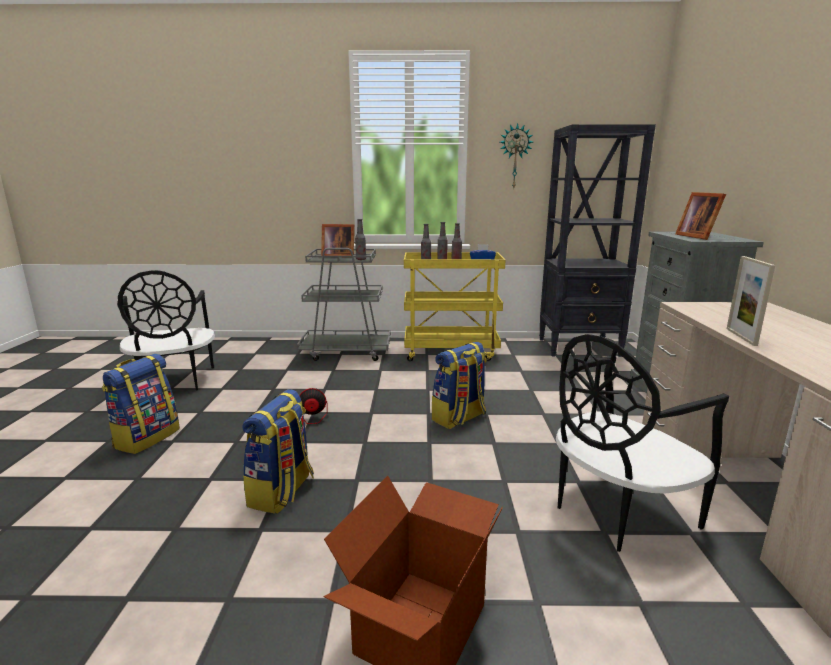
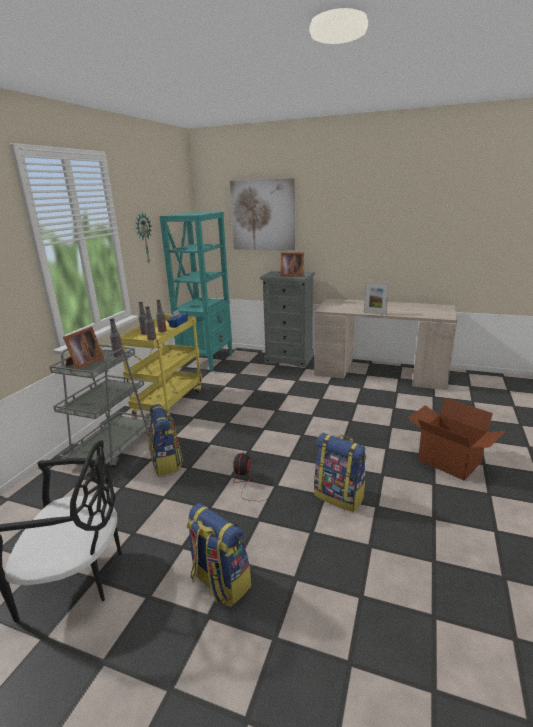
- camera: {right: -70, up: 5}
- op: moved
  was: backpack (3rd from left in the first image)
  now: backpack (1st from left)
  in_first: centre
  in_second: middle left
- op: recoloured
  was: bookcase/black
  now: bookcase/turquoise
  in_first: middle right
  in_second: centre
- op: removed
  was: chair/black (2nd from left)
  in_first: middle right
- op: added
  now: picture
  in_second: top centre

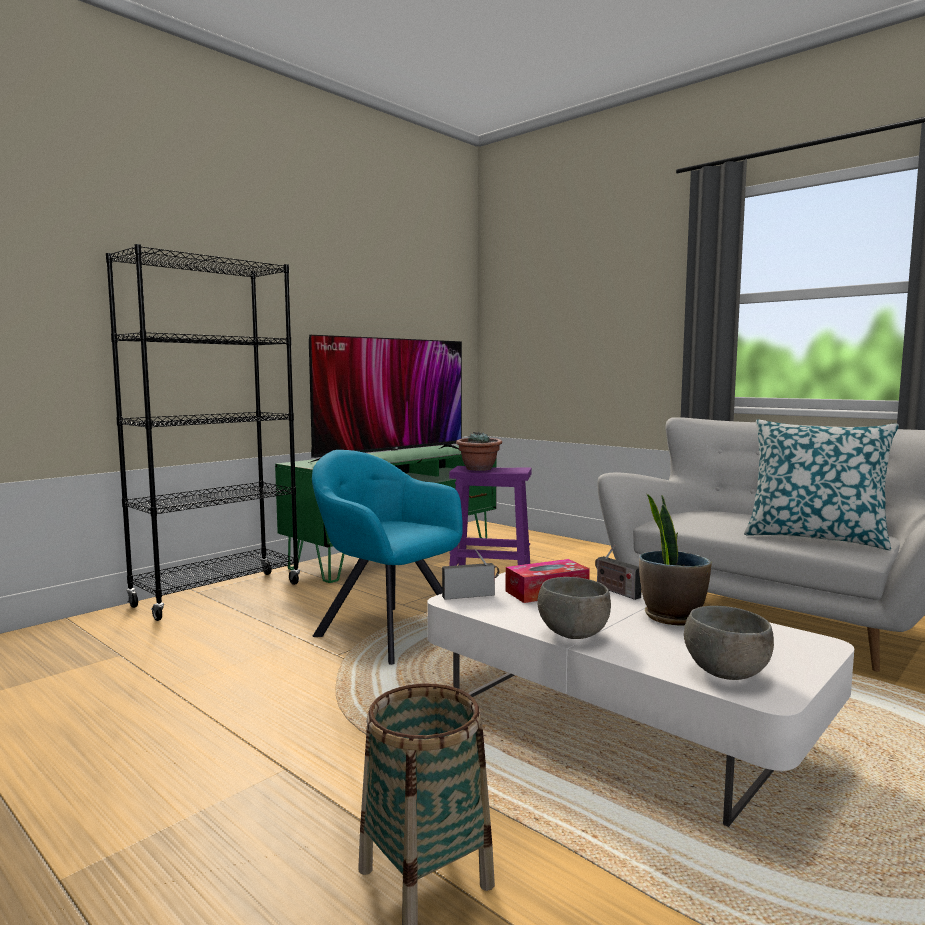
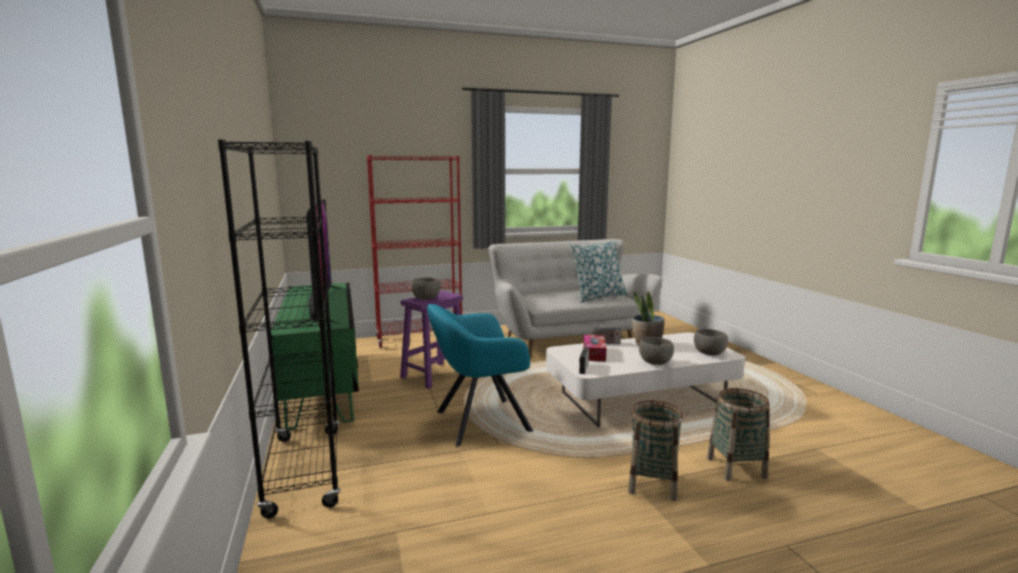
- camera: {right: -60, up: 5}
- op: replaced
  was: potted plant (1st from left)
  now: bowl/grey (1st from left)
  in_first: centre
  in_second: centre
- op: added
  now: bookcase/red
  in_second: centre
- op: added
  now: basket (1st from left)
  in_second: bottom centre

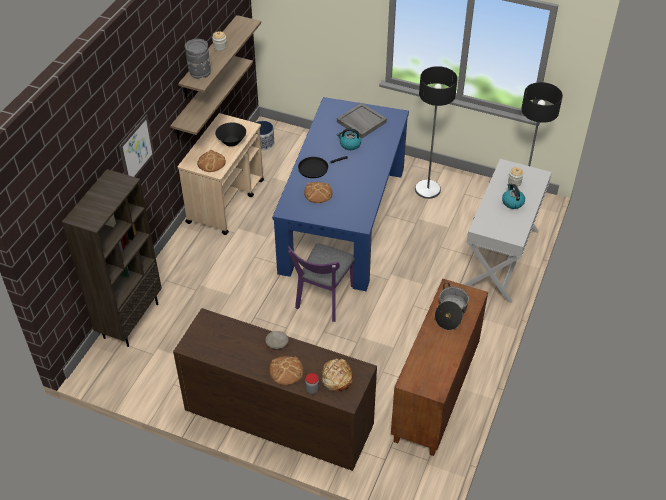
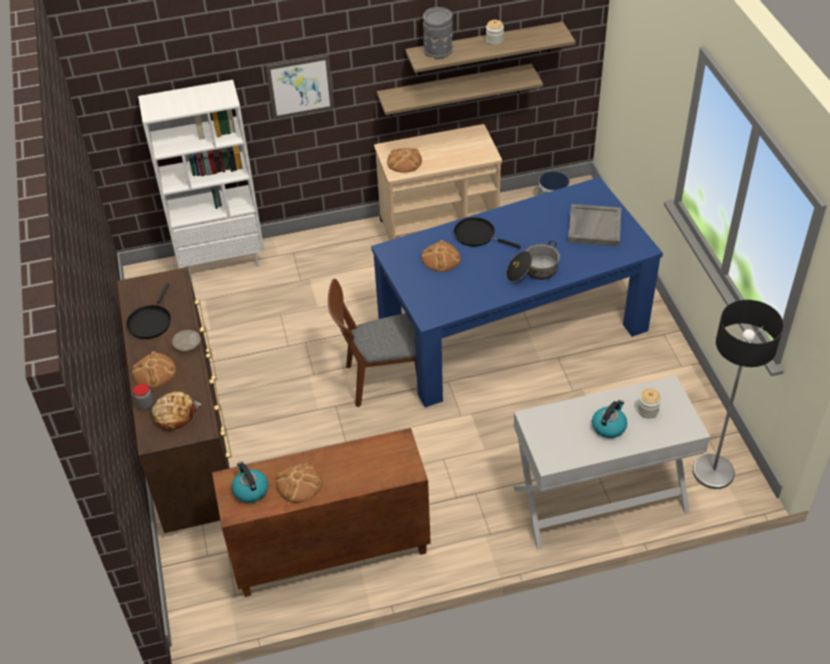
- camera: {right: 55, up: 0}
- op: recoloured
  was: bookcase/brown
  now: bookcase/white
  in_first: middle left
  in_second: top left
- op: removed
  was: bowl/black
  in_first: top centre
- op: recoloured
  was: chair/purple
  now: chair/brown
  in_first: centre
  in_second: centre
- op: moved
  was: kettle (1st from left)
  in_first: top centre
  in_second: bottom left
- op: removed
  was: floor lamp (1st from left)
  in_first: top centre
- op: moved
  was: cooking pot
  in_first: middle right
  in_second: centre
- op: added
  now: frying pan/black (1st from left)
  in_second: middle left
- op: added
  now: bread (3rd from left)
  in_second: bottom centre

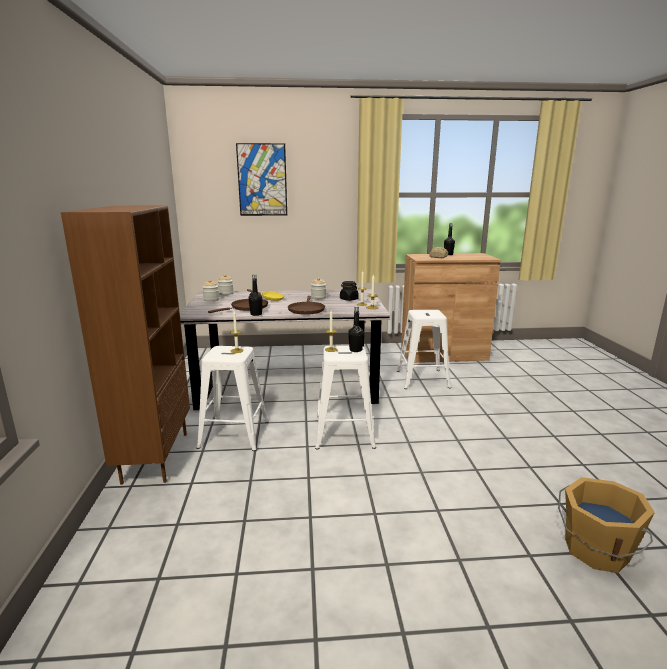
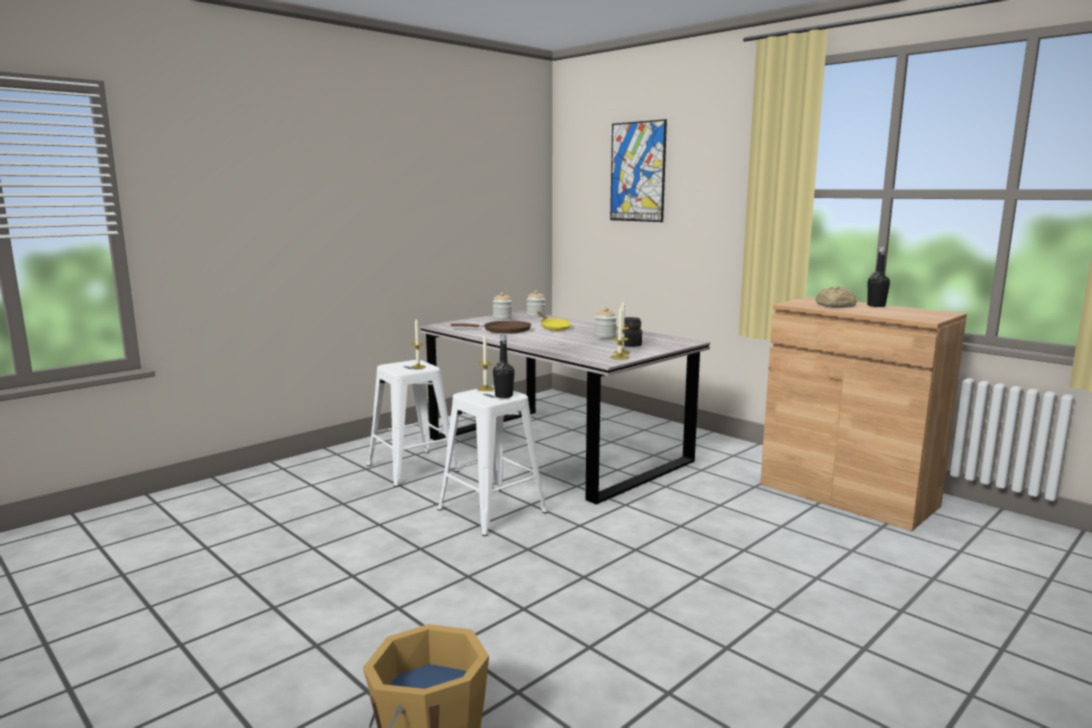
- camera: {right: 50, up: -5}
- op: removed
  was: bookcase/brown
  in_first: middle left
- op: removed
  was: bottle/black (1st from left)
  in_first: centre
- op: removed
  was: frying pan/brown (2nd from left)
  in_first: centre
- op: removed
  was: stool/white (3rd from left)
  in_first: centre

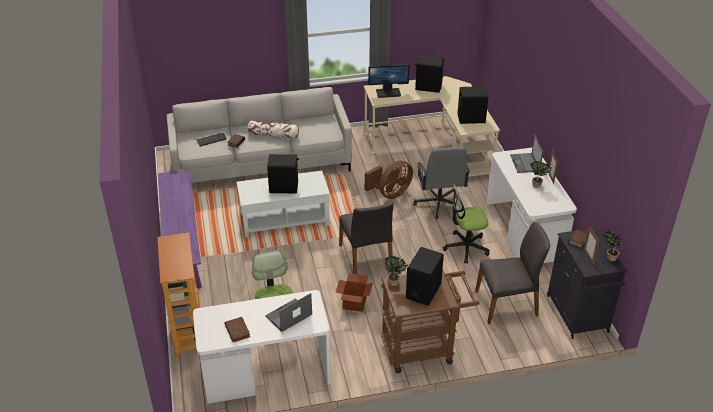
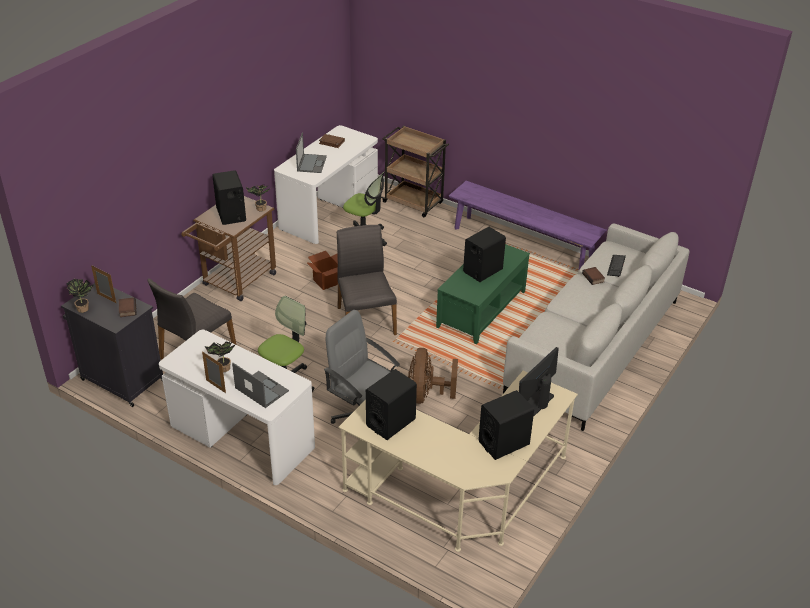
- camera: {right: 135, up: 0}
- op: replaced
  was: bookcase
  now: cart/brown (2nd from left)
  in_first: bottom left
  in_second: top centre
- op: recoloured
  was: coffee table/white
  now: coffee table/green
  in_first: centre
  in_second: centre
- op: removed
  was: pillow
  in_first: top centre
- op: turned
  was: chair/grey (1st from left in the first image)
  in_first: centre
  in_second: centre
  clockwise: 45

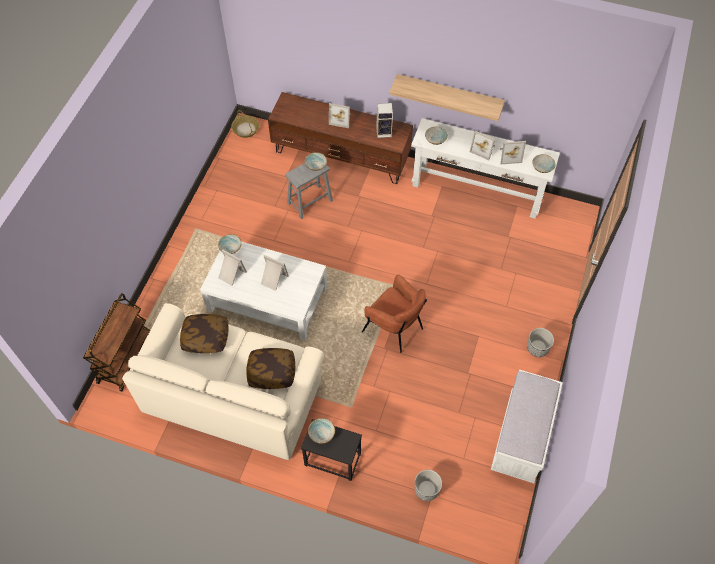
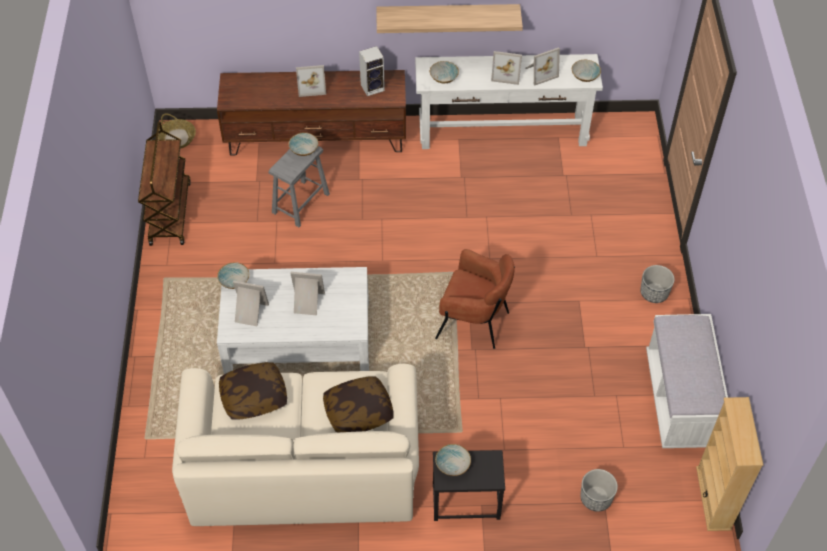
- camera: {right: -20, up: -5}
- op: moved
  was: cart/brown
  in_first: middle left
  in_second: top left
- op: added
  now: bookcase/beige
  in_second: bottom right

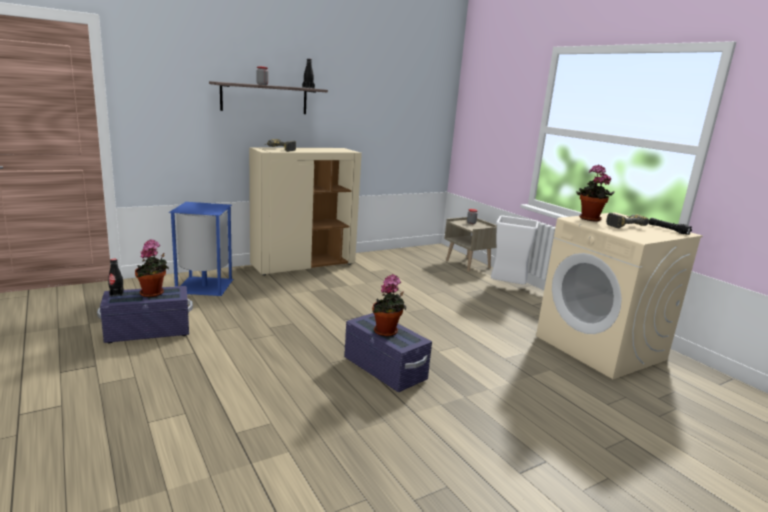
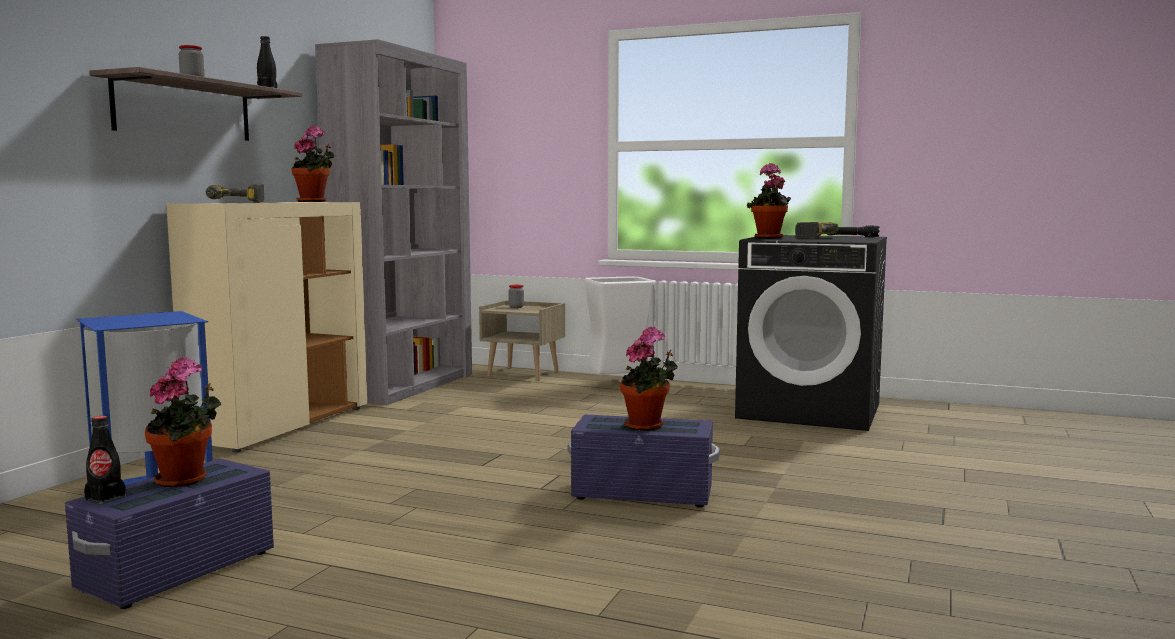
- camera: {right: -35, up: -10}
- op: recoloured
  was: washing machine/beige
  now: washing machine/black
  in_first: middle right
  in_second: middle right
- op: added
  now: potted plant (2nd from left)
  in_second: top left
- op: added
  now: bookcase/grey
  in_second: centre

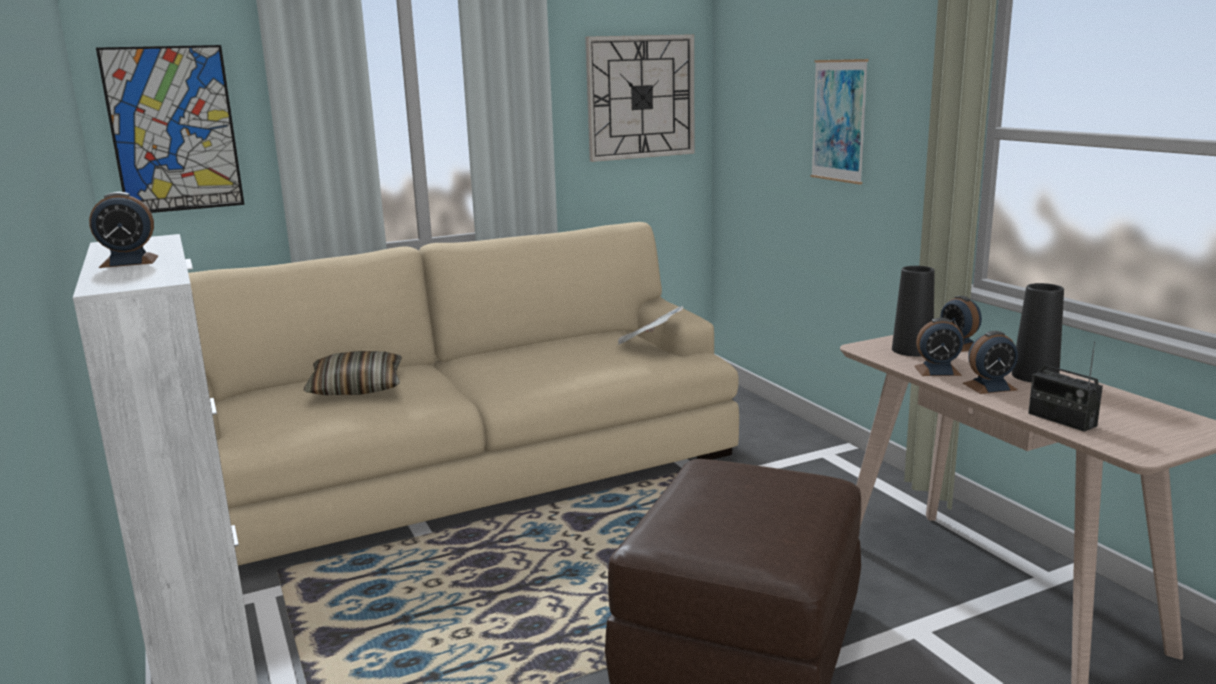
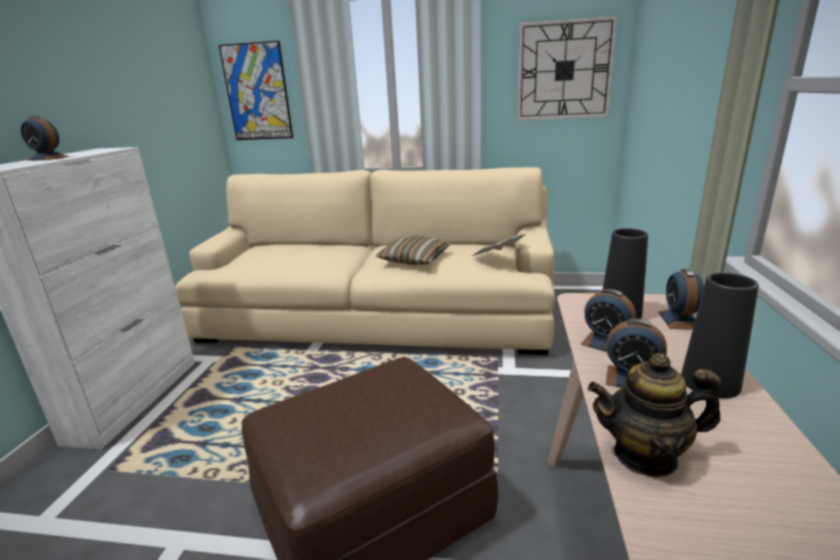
- camera: {right: 35, up: 5}
- op: moved
  was: pillow
  in_first: middle left
  in_second: centre
- op: removed
  was: picture (2nd from left)
  in_first: top right
- op: replaced
  was: radio
  now: teapot
  in_first: middle right
  in_second: bottom right

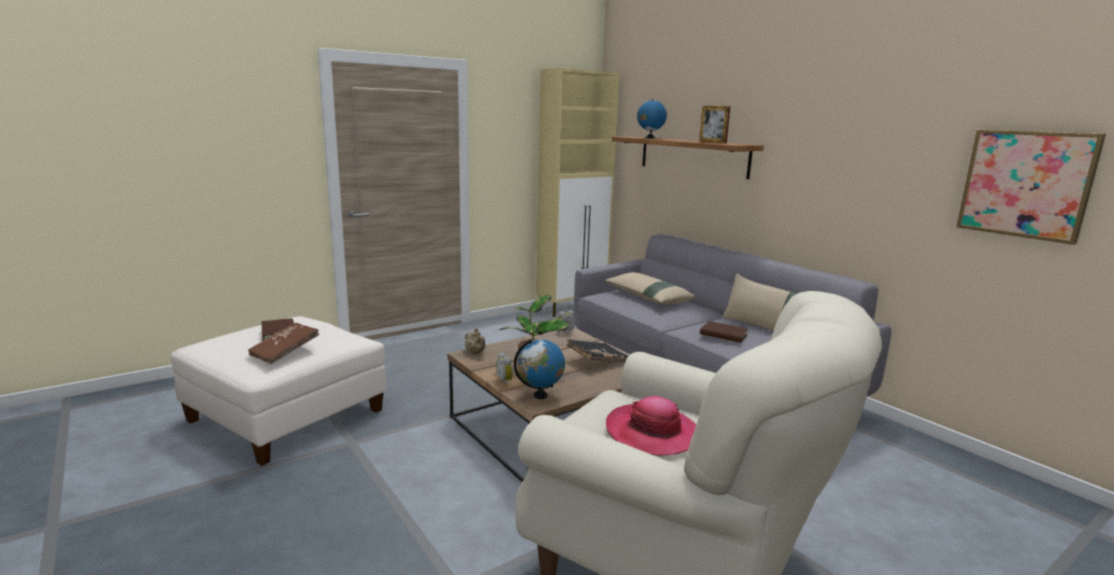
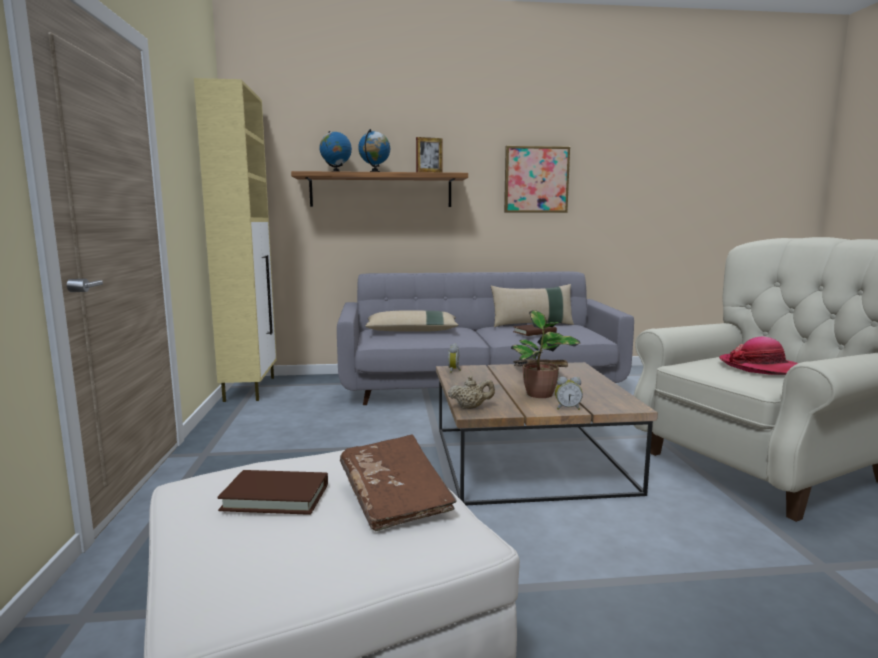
- camera: {right: -60, up: -5}
- op: moved
  was: globe (1st from left in the first image)
  now: globe (2nd from left)
  in_first: centre
  in_second: top centre
- op: moved
  was: picture
  in_first: top right
  in_second: top centre

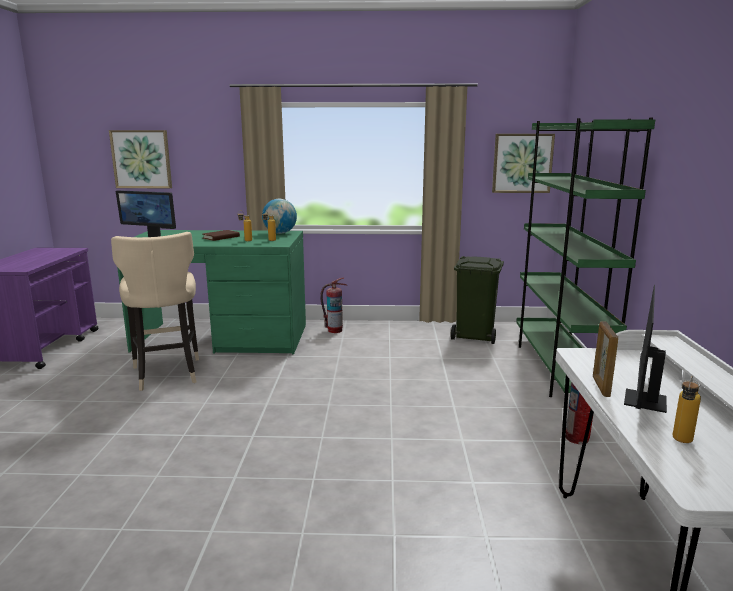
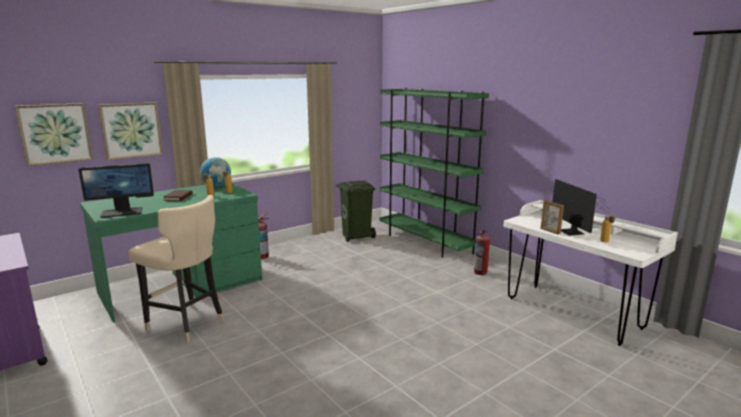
- camera: {right: -40, up: 0}
- op: moved
  was: picture (2nd from left)
  in_first: top right
  in_second: top left

